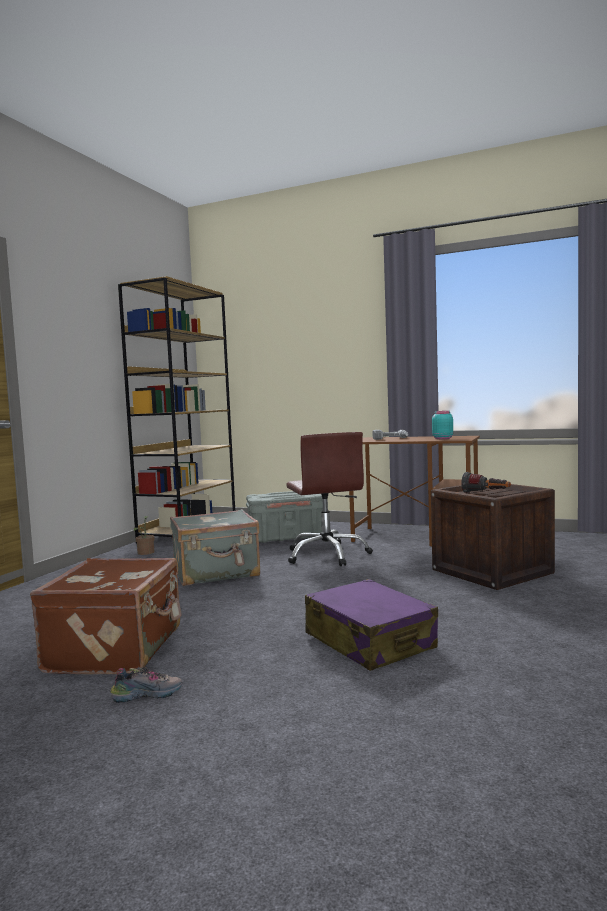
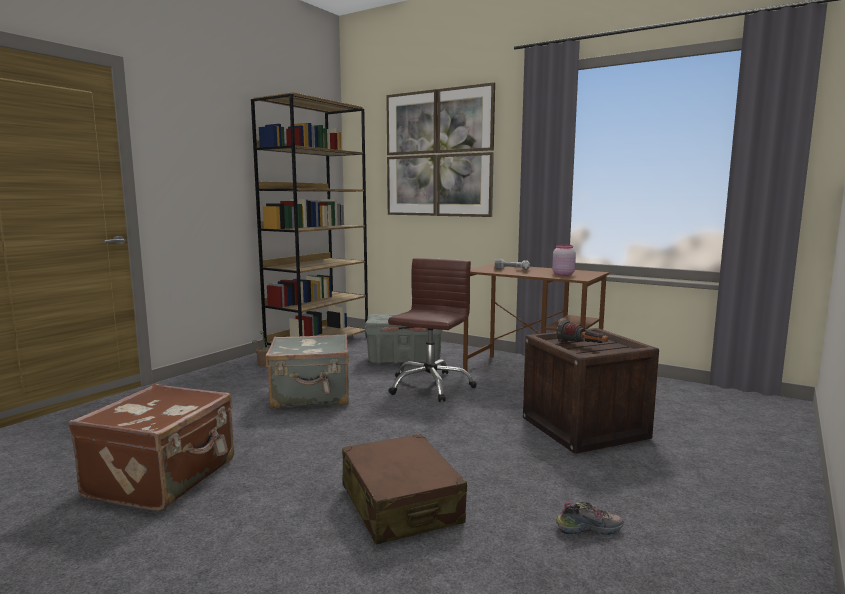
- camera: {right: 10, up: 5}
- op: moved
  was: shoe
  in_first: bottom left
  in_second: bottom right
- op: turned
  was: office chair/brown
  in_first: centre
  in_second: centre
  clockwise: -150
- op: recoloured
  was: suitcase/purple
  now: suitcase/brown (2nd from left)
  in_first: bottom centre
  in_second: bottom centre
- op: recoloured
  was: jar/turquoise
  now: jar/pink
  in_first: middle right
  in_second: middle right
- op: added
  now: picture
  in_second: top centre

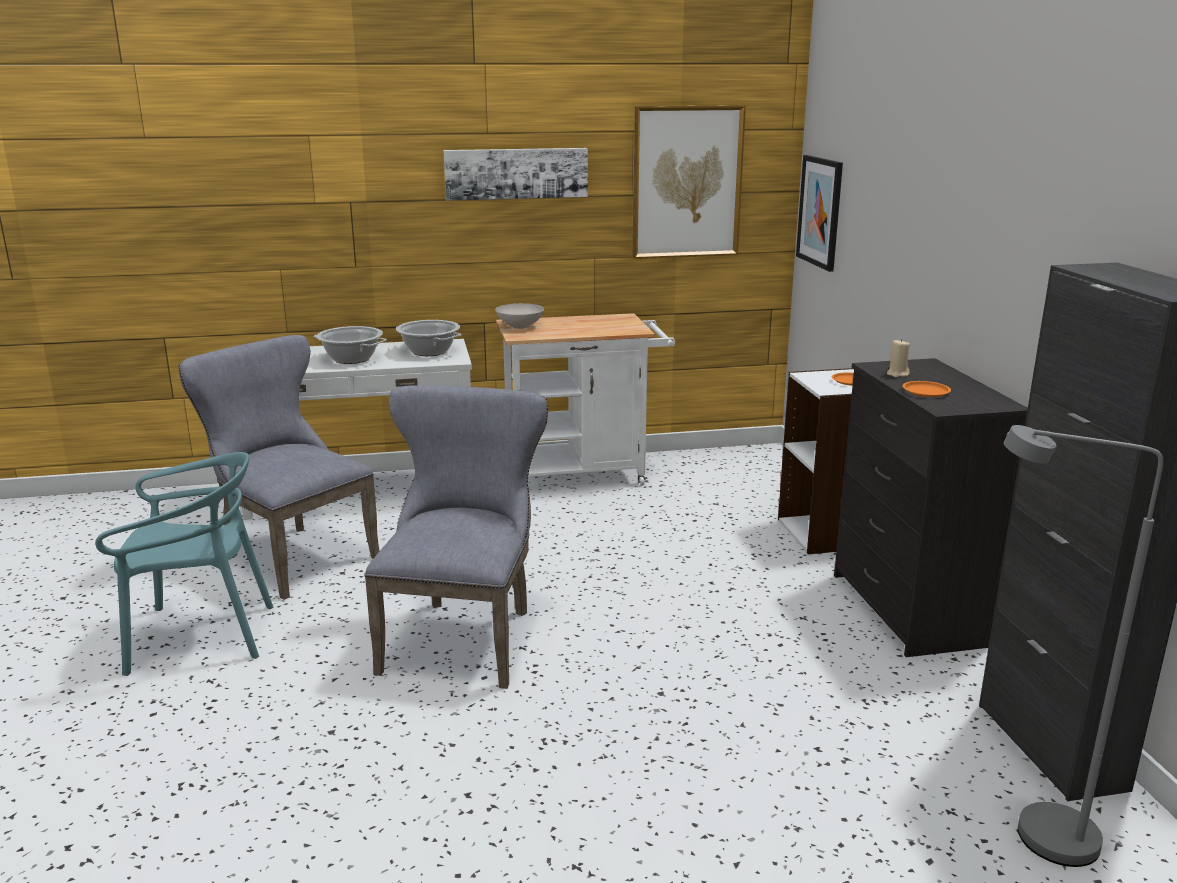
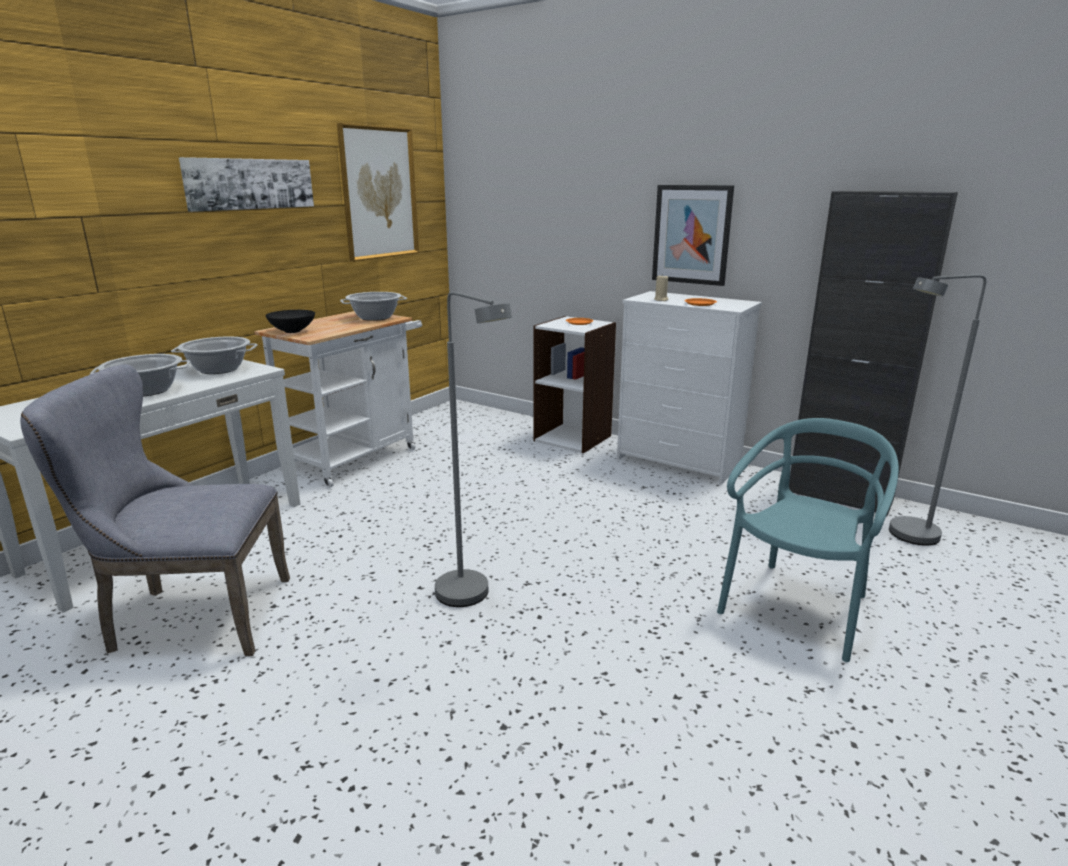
- camera: {right: -45, up: 0}
- op: moved
  was: chair/turquoise
  in_first: middle left
  in_second: middle right
- op: replaced
  was: chair/grey (2nd from left)
  now: floor lamp/grey (1st from left)
  in_first: centre
  in_second: centre
- op: recoloured
  was: bowl/white
  now: bowl/black
  in_first: centre
  in_second: middle left
- op: moved
  was: picture (3rd from left)
  in_first: top right
  in_second: top centre
- op: recoloured
  was: dresser/black
  now: dresser/white
  in_first: middle right
  in_second: centre
- op: added
  now: cooking pot (3rd from left)
  in_second: centre

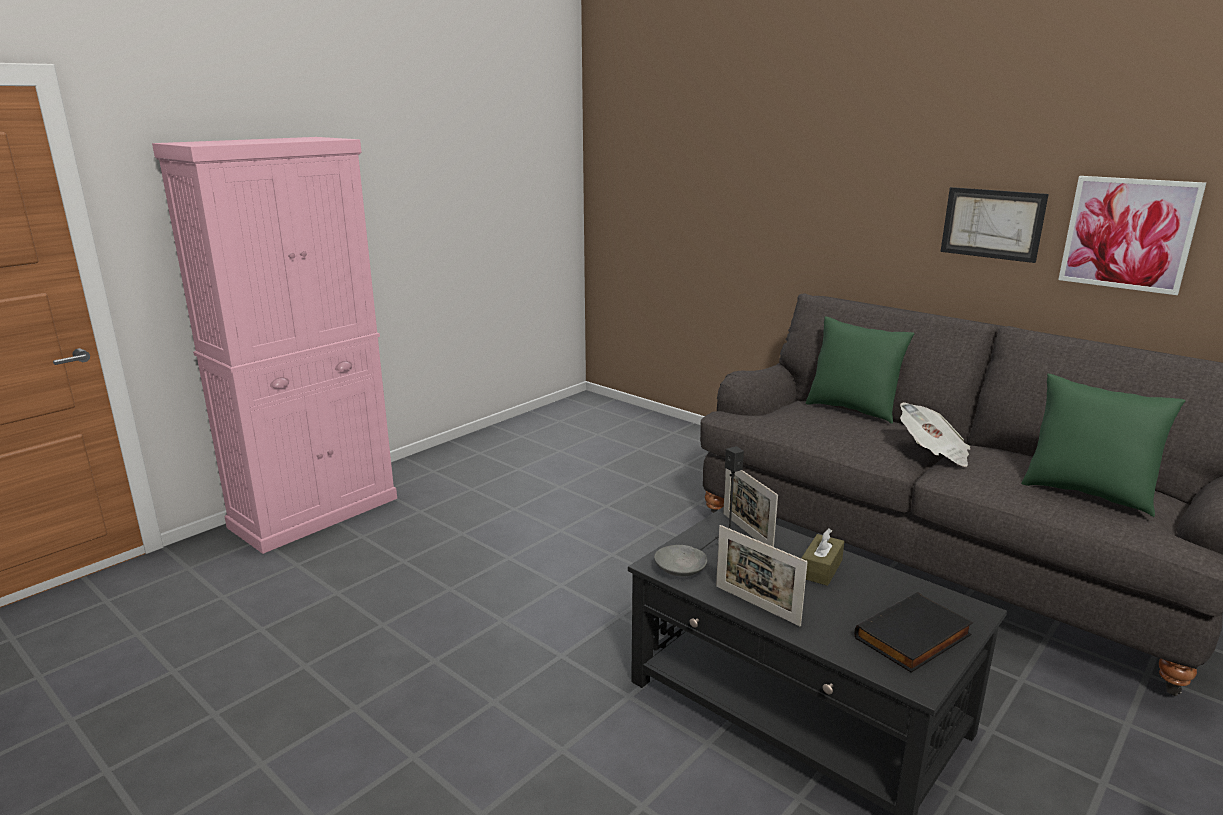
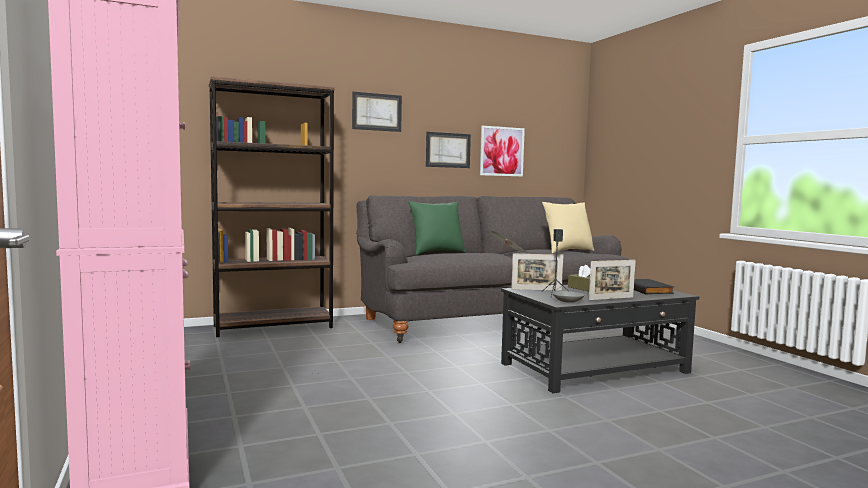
- camera: {right: -65, up: -15}
- op: recoloured
  was: pillow/green (2nd from left)
  now: pillow/beige
  in_first: middle right
  in_second: centre
- op: added
  now: bookcase/brown
  in_second: middle left
- op: added
  now: picture (1st from left)
  in_second: top centre

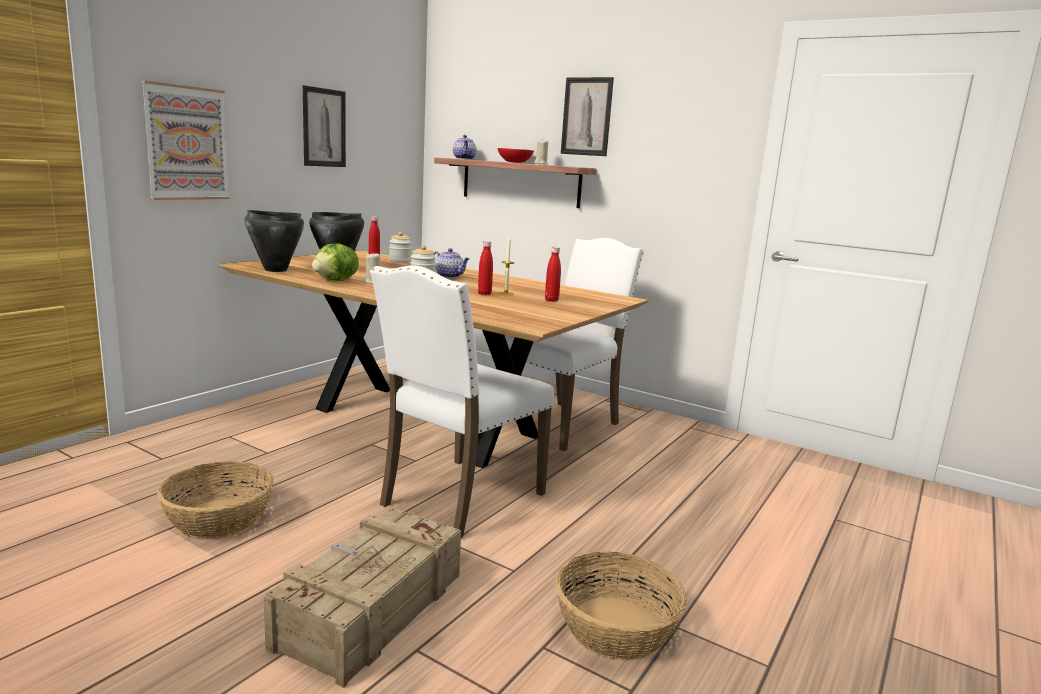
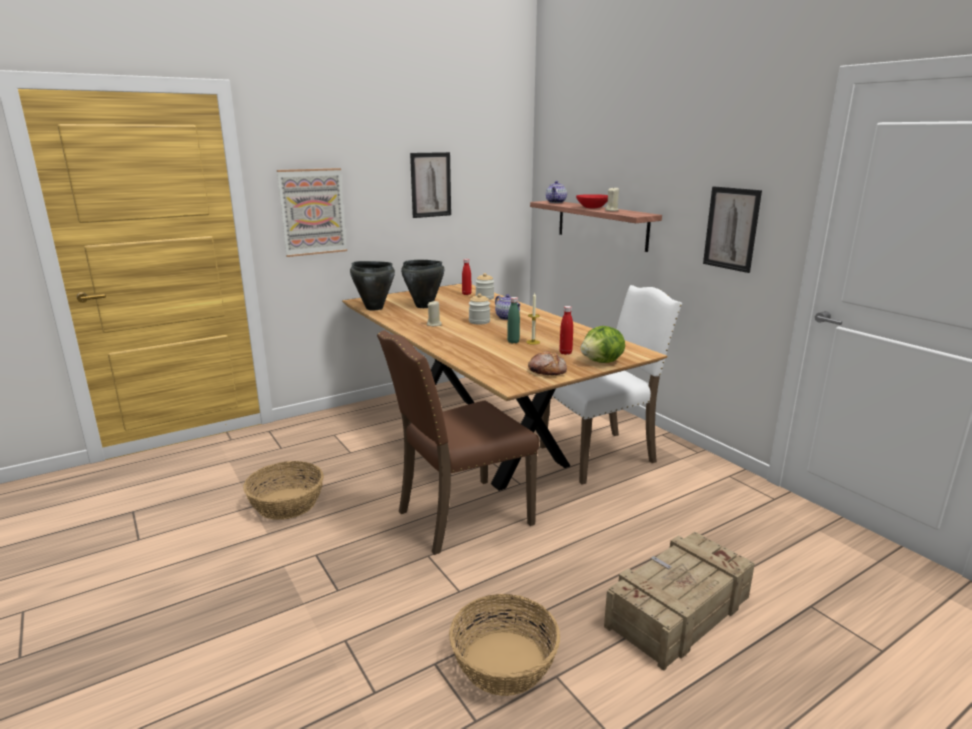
- camera: {right: 25, up: 5}
- op: moved
  was: crate
  in_first: bottom centre
  in_second: bottom right
- op: moved
  was: lettuce
  in_first: middle left
  in_second: centre
- op: recoloured
  was: chair/white (1st from left)
  now: chair/brown
  in_first: centre
  in_second: centre
- op: recoloured
  was: bottle/red (2nd from left)
  now: bottle/green
  in_first: centre
  in_second: centre
- op: moved
  was: picture (3rd from left)
  in_first: top centre
  in_second: top right
- op: added
  now: bread
  in_second: centre

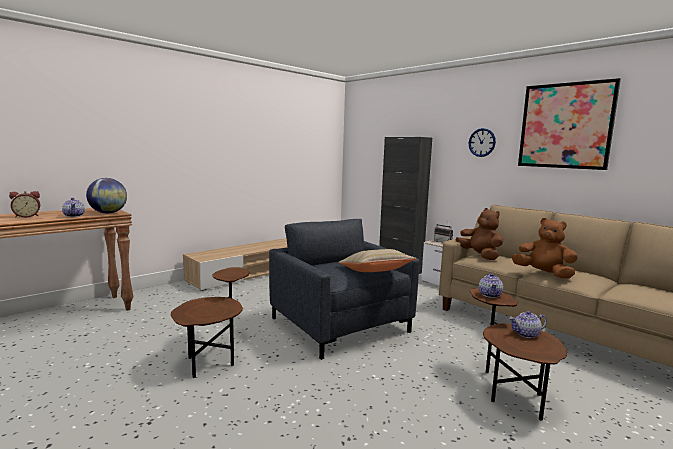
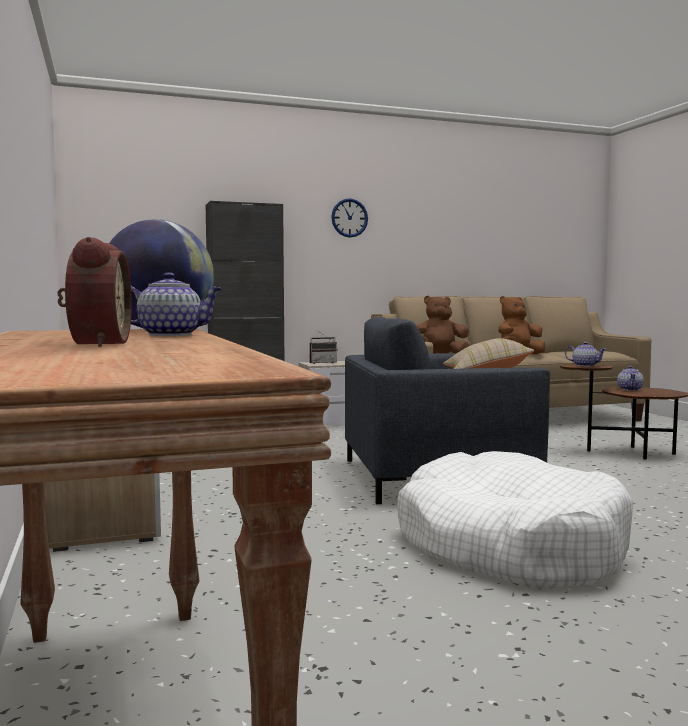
- camera: {right: -65, up: -5}
- op: replaced
  was: side table/brown (1st from left)
  now: dog bed/white
  in_first: bottom left
  in_second: bottom right
- op: removed
  was: picture
  in_first: top right

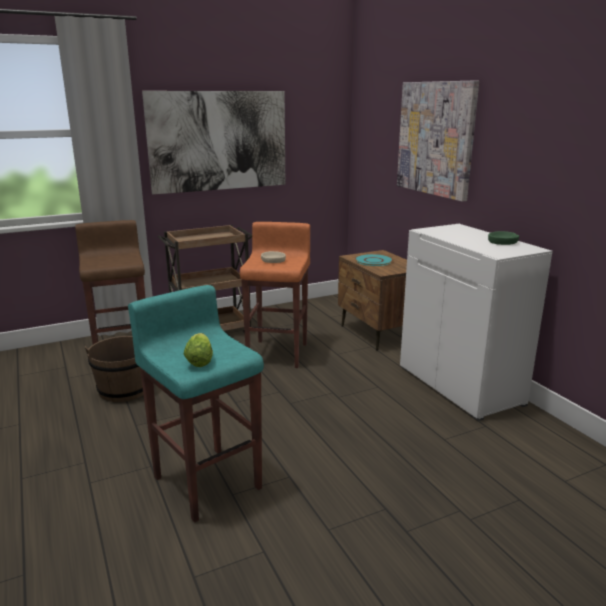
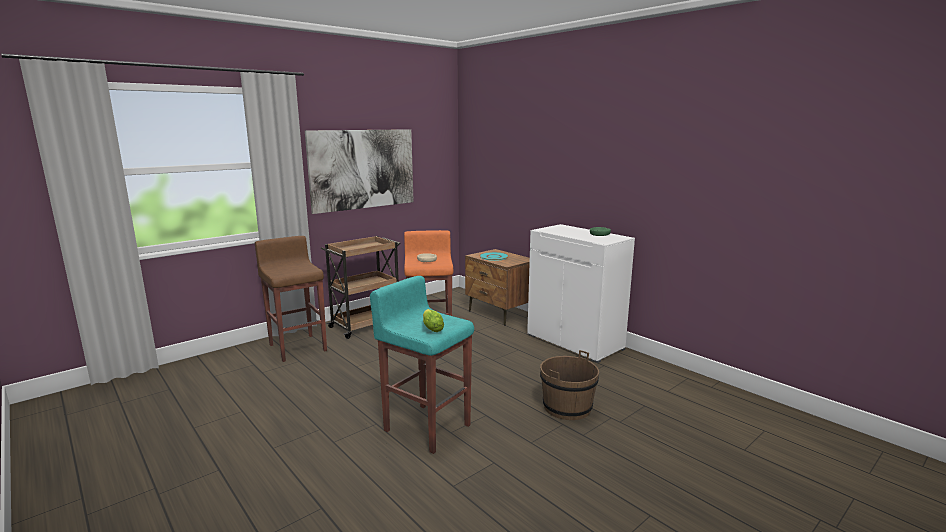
- camera: {right: -15, up: -5}
- op: moved
  was: bucket/brown
  in_first: middle left
  in_second: bottom centre
- op: removed
  was: picture (2nd from left)
  in_first: top right

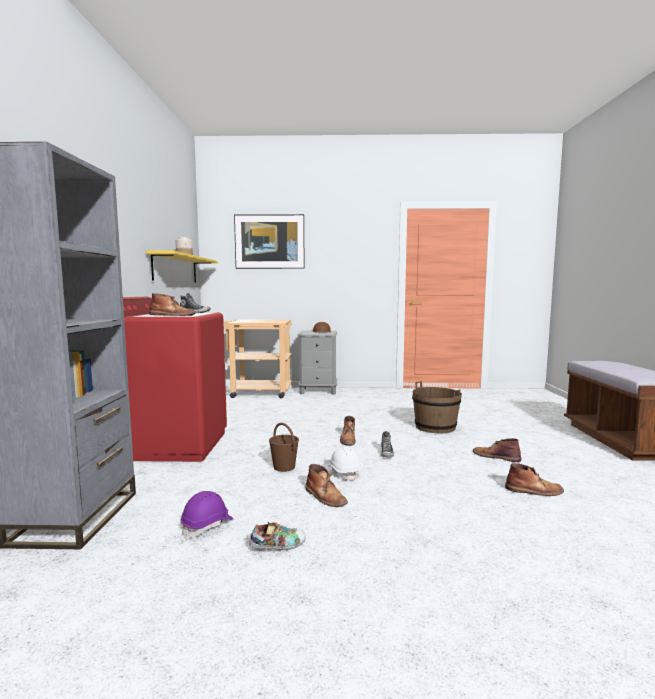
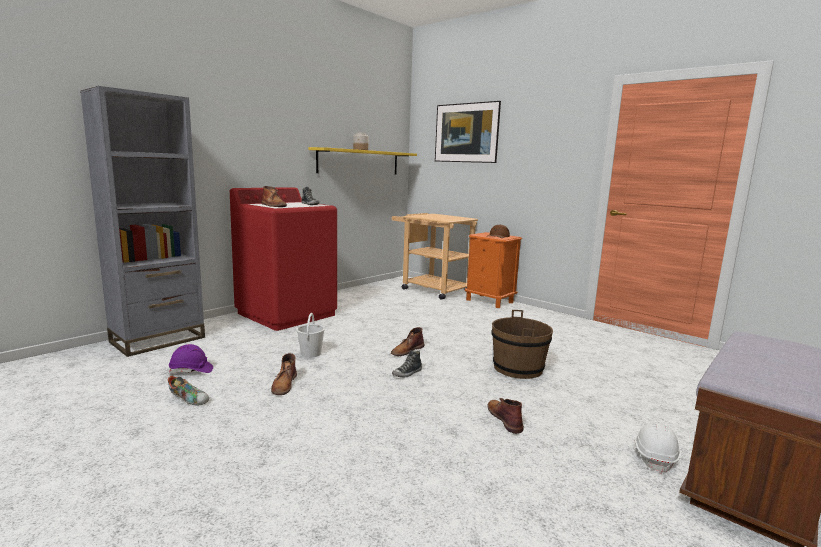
- camera: {right: 40, up: 5}
- op: recoloured
  was: bucket/brown (1st from left)
  now: bucket/white
  in_first: centre
  in_second: centre
- op: recoloured
  was: nightstand/grey
  now: nightstand/orange
  in_first: centre
  in_second: centre
- op: moved
  was: hard hat/white
  in_first: centre
  in_second: bottom right
- op: removed
  was: boot/brown (5th from left)
  in_first: bottom right

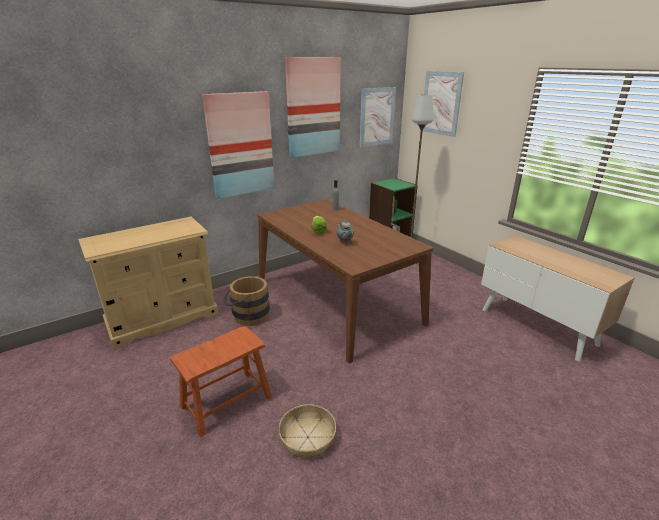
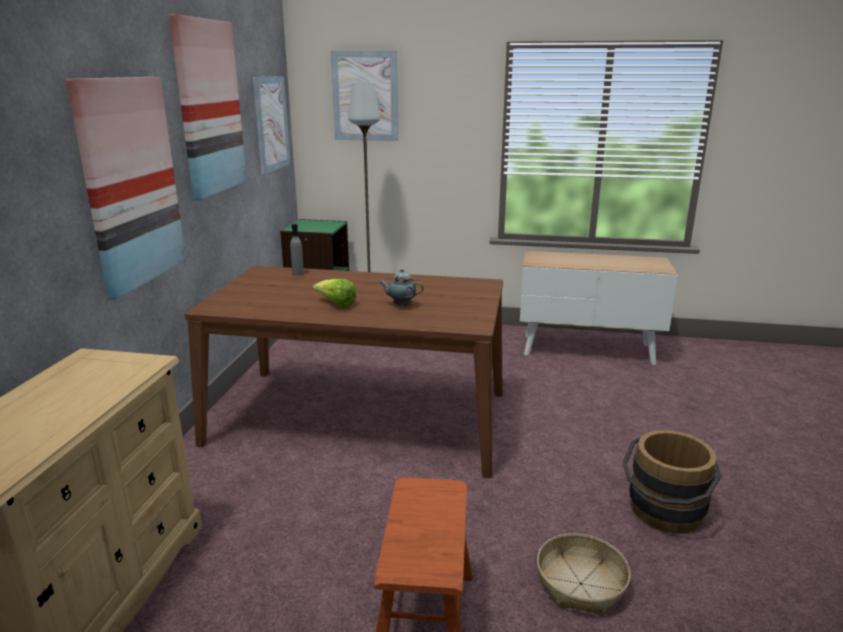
- camera: {right: -45, up: -5}
- op: moved
  was: bucket/brown
  in_first: centre
  in_second: bottom right

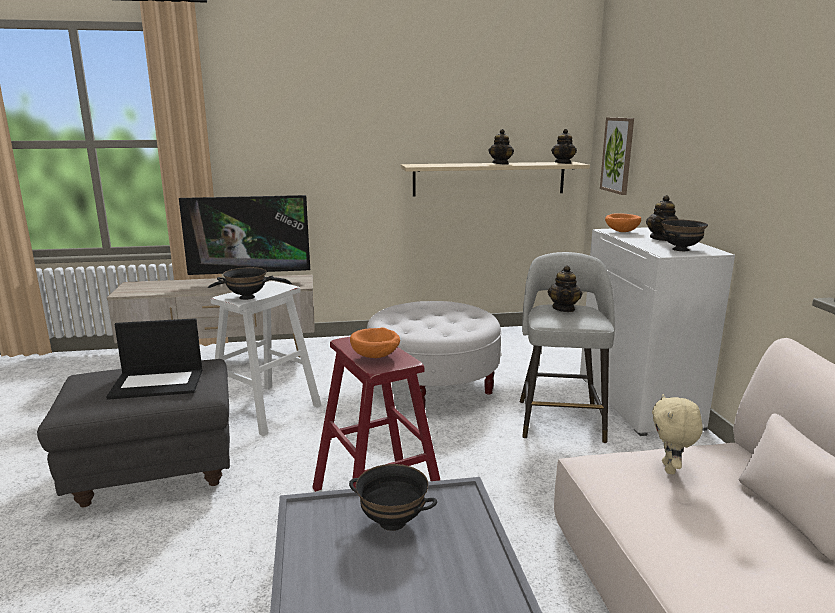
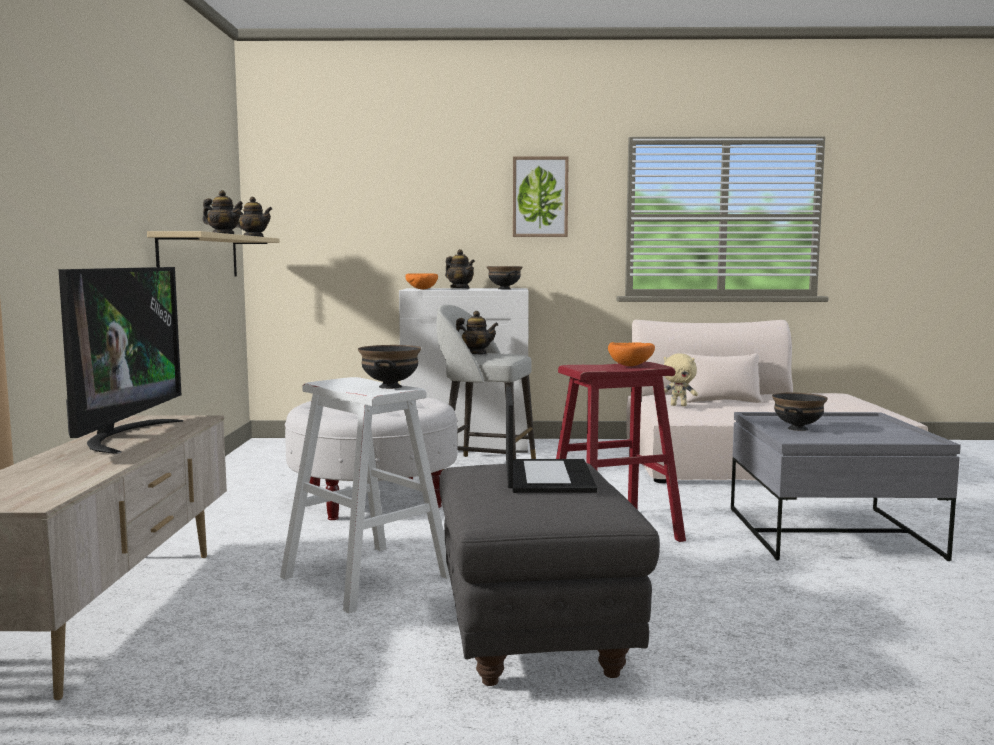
- camera: {right: -80, up: -10}
- op: moved
  was: picture
  in_first: top right
  in_second: top centre

